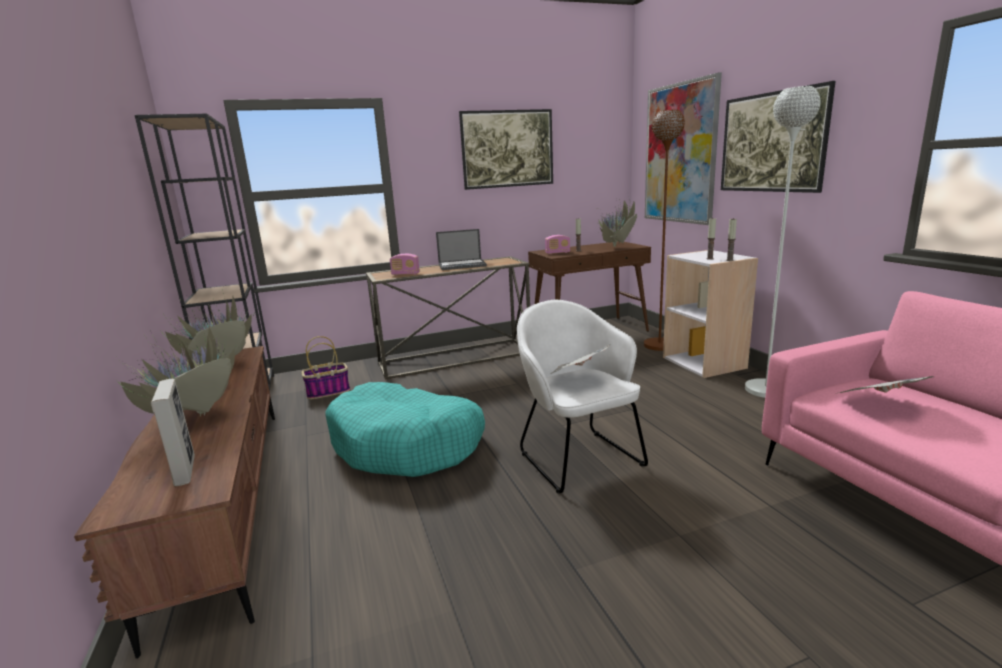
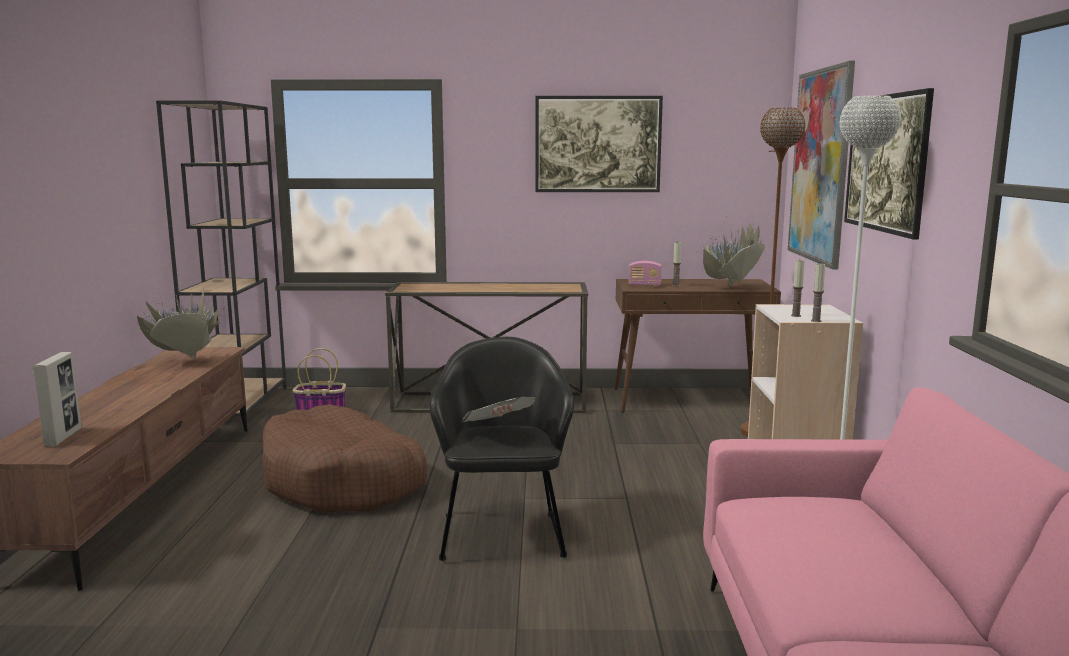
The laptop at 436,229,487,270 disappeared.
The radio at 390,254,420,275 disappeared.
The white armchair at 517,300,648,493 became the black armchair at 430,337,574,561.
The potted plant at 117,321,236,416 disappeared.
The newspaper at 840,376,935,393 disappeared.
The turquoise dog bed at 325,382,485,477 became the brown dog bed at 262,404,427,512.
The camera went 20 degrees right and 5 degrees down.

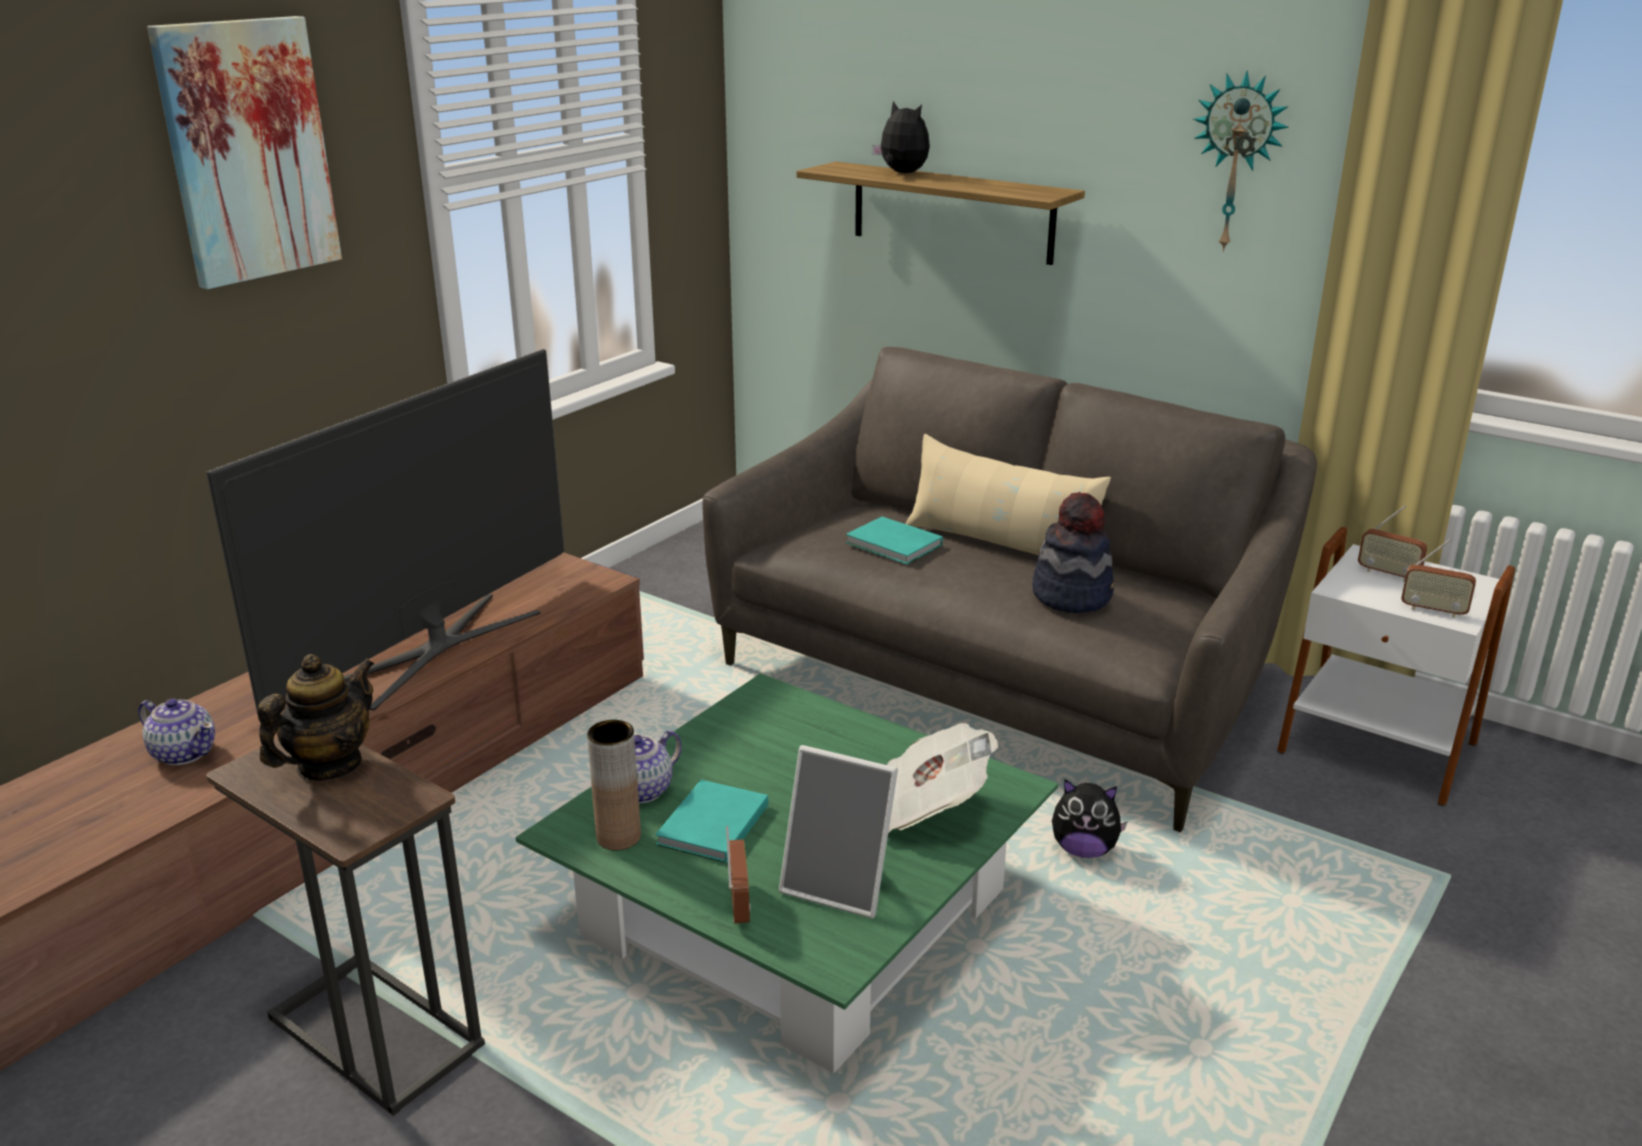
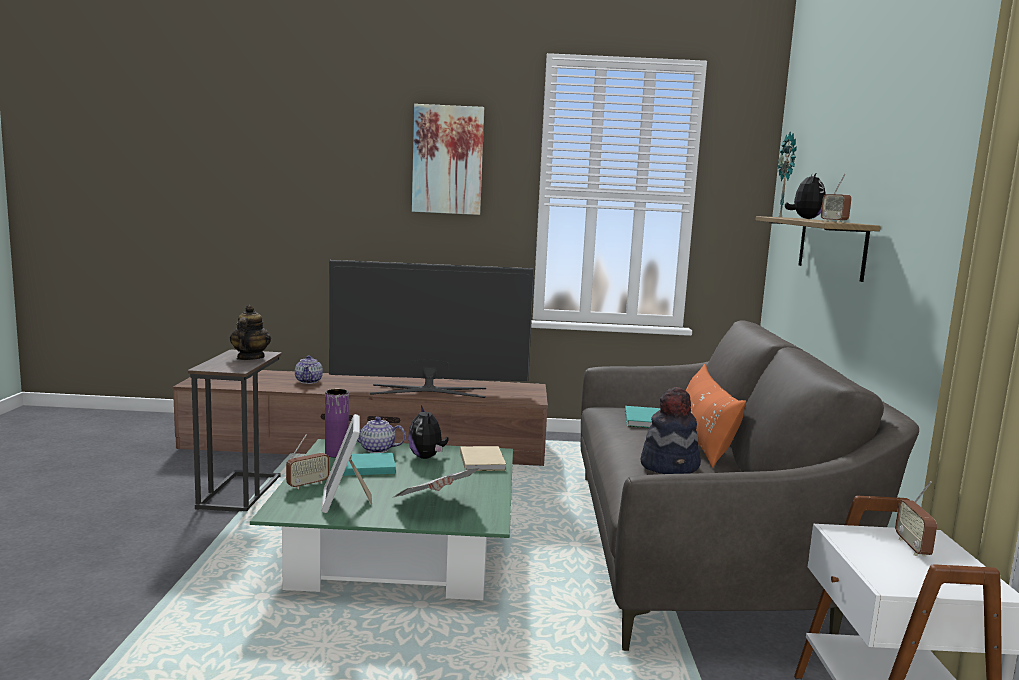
The wall clock moved from 1193,70,1289,252 to 778,132,797,217.
The beige pillow at 905,434,1111,555 became the orange pillow at 686,364,746,468.
The radio moved from 1401,538,1476,618 to 821,174,852,223.
The teapot at 257,654,374,781 turned 90 degrees counterclockwise.
The brown vase at 587,720,641,850 became the purple vase at 325,389,349,458.
The plush toy moved from 1052,779,1128,858 to 408,405,449,459.
The beige book at 460,446,506,471 appeared.
The camera went 55 degrees right and 15 degrees down.

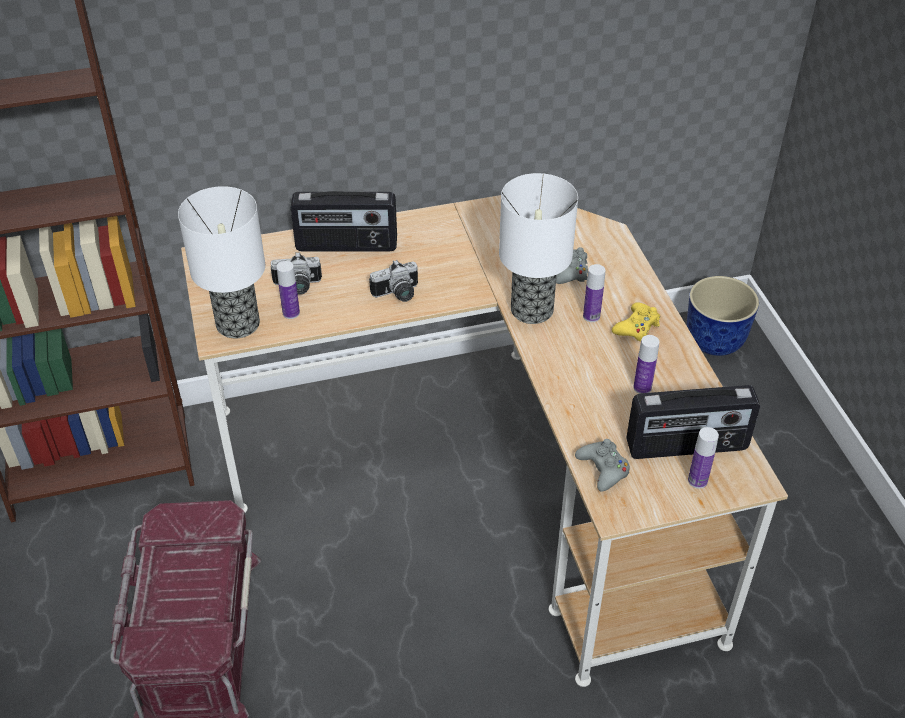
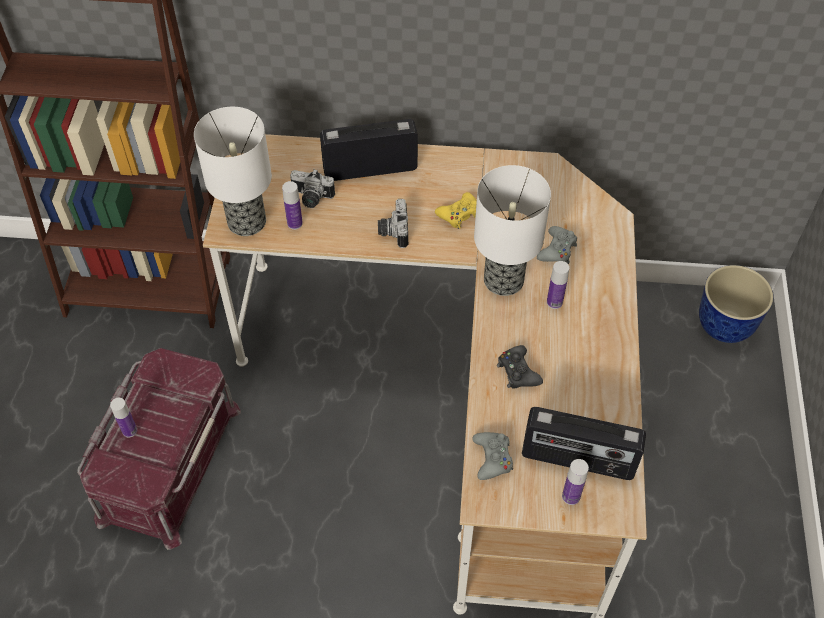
The radio at 290,191,397,251 turned 150 degrees clockwise.
The photo camera at 369,260,418,302 turned 90 degrees clockwise.
The yellow game controller moved from 612,302,660,342 to 435,192,477,229.
The bottle moved from 633,335,659,394 to 110,398,137,437.
The black game controller at 497,345,543,389 appeared.
The camera went 20 degrees right and 10 degrees up.

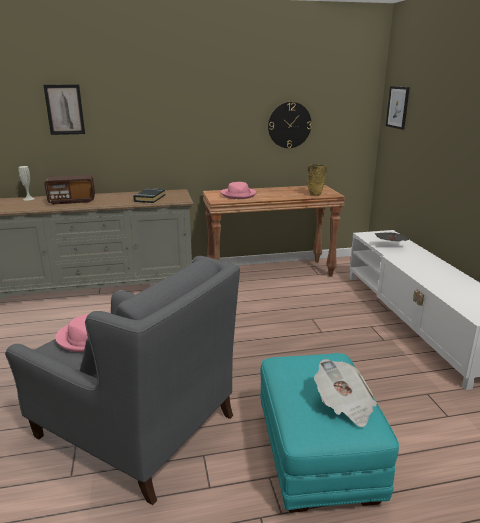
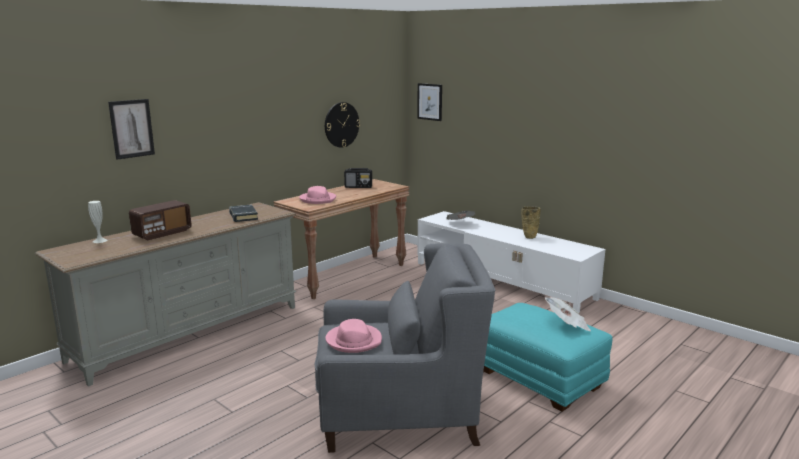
The beige vase moved from 307,164,327,196 to 521,206,541,239.
The radio at 344,168,372,188 appeared.
The camera went 35 degrees left and 5 degrees down.

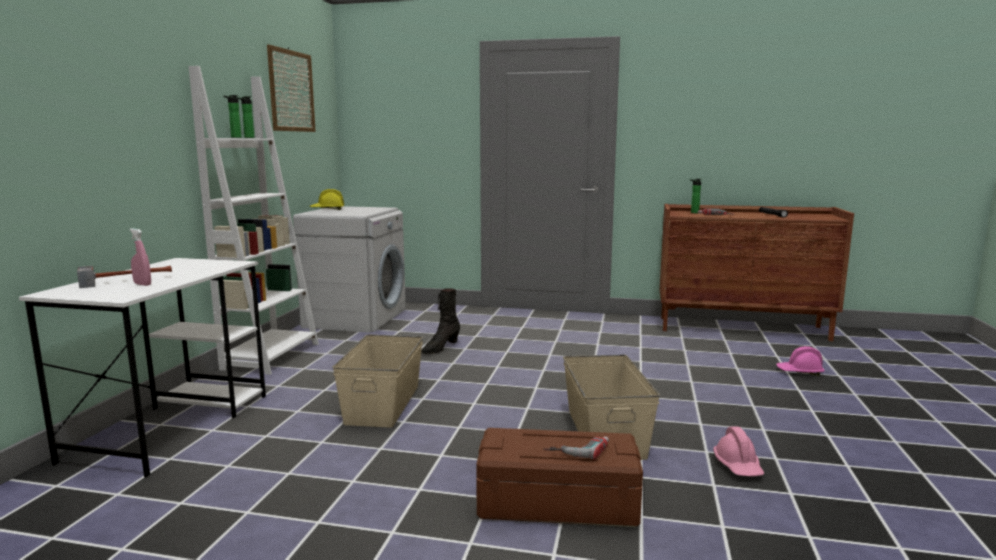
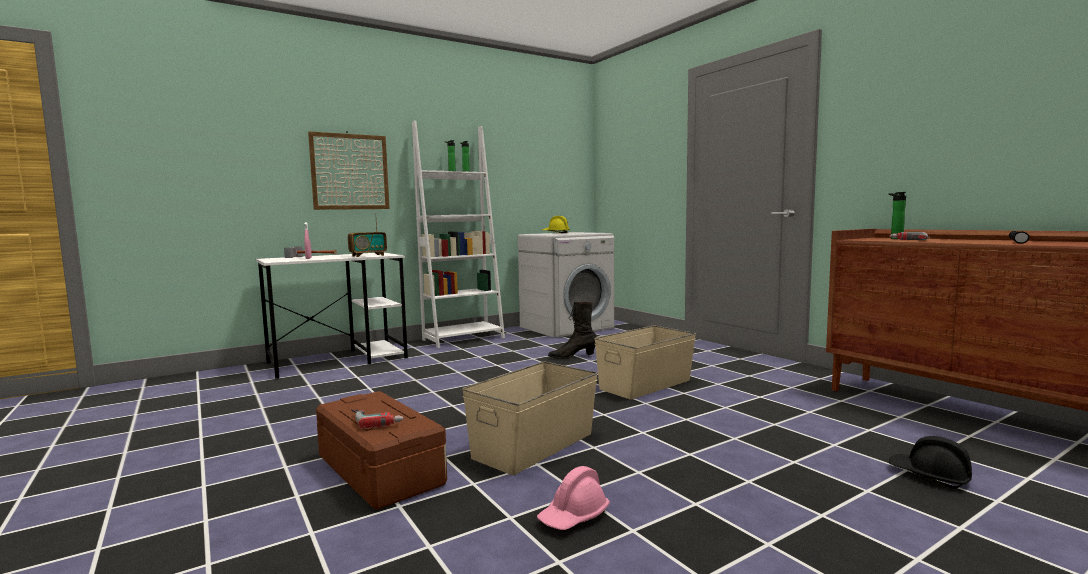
The picture moved from 267,45,316,132 to 308,131,390,210.
The beige storage box moved from 332,335,423,428 to 594,326,696,400.
The pink hard hat at 776,346,825,375 became the black hard hat at 889,436,972,489.
The radio at 348,213,387,257 appeared.
The camera went 45 degrees right and 5 degrees down.

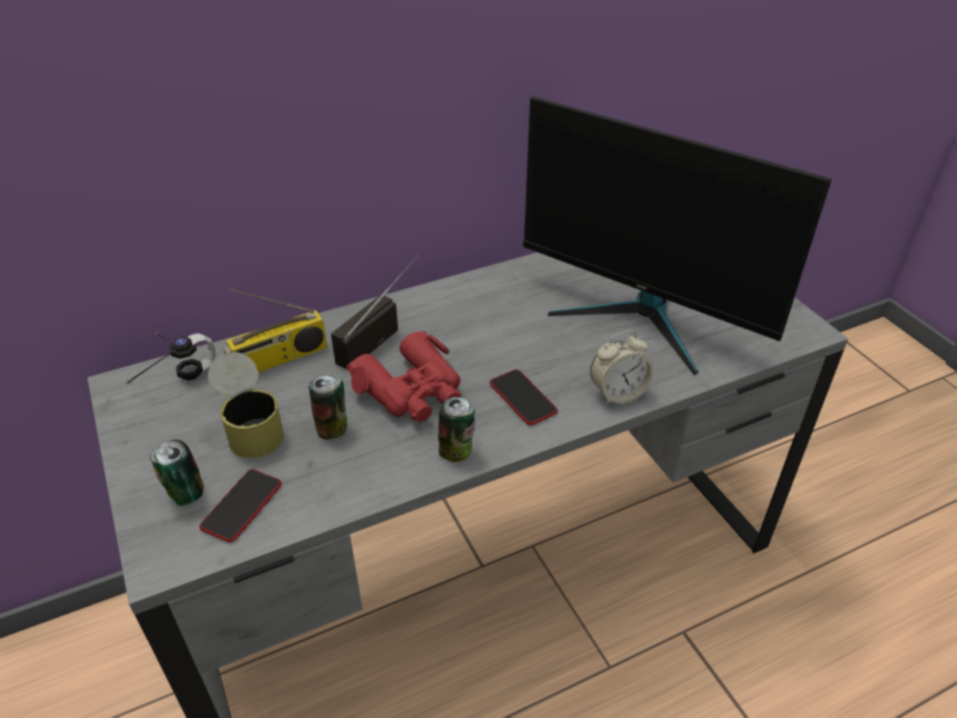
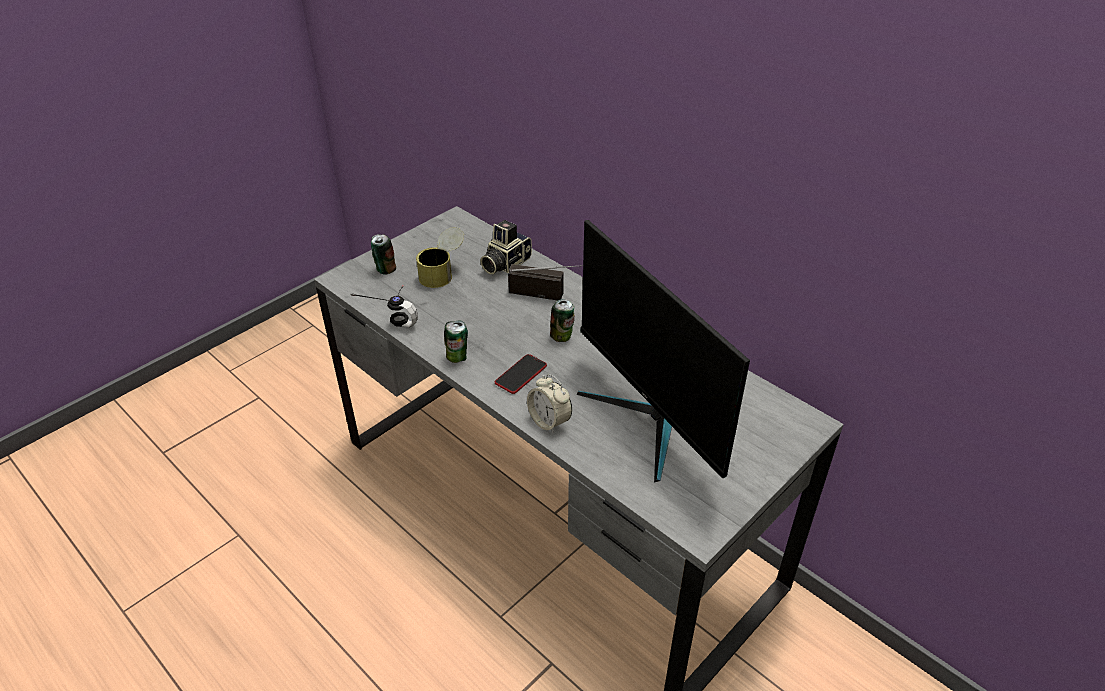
The monitor at 523,97,832,375 turned 45 degrees counterclockwise.
The radio at 223,289,327,373 was replaced by the photo camera at 480,220,532,274.
The red binoculars at 347,331,461,422 disappeared.
The headphones moved from 125,332,216,385 to 351,285,418,327.
The can moved from 308,375,347,440 to 550,299,575,342.
The phone at 200,469,282,542 disappeared.
The camera went 70 degrees right and 0 degrees up.

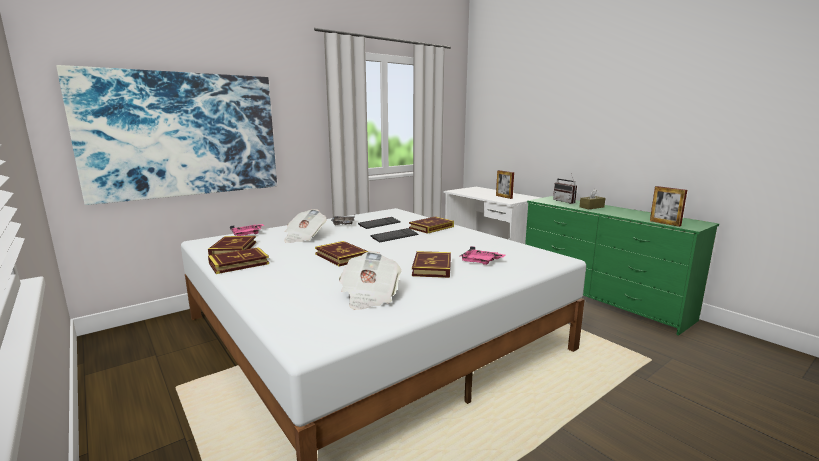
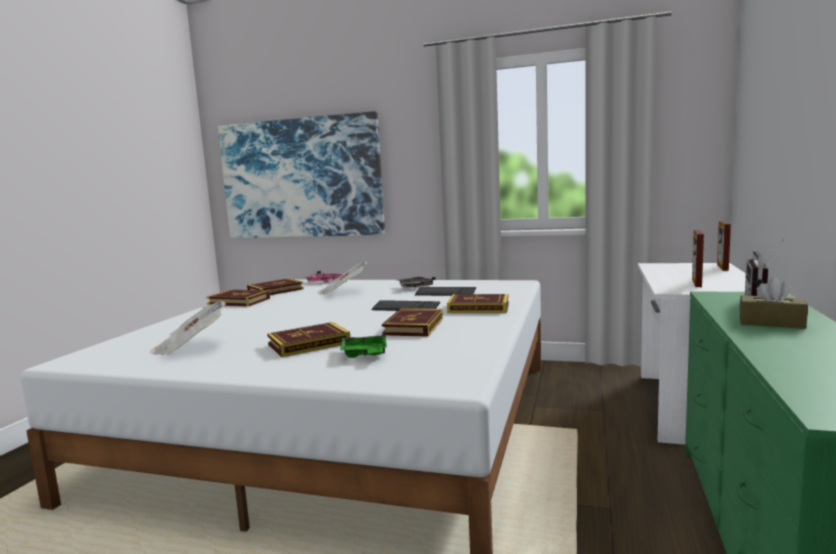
The picture frame moved from 650,186,687,227 to 717,221,731,271.
The book moved from 315,241,369,267 to 382,308,443,337.
The pink tray at 460,246,505,265 became the green tray at 340,332,387,358.
The camera went 55 degrees right and 5 degrees down.

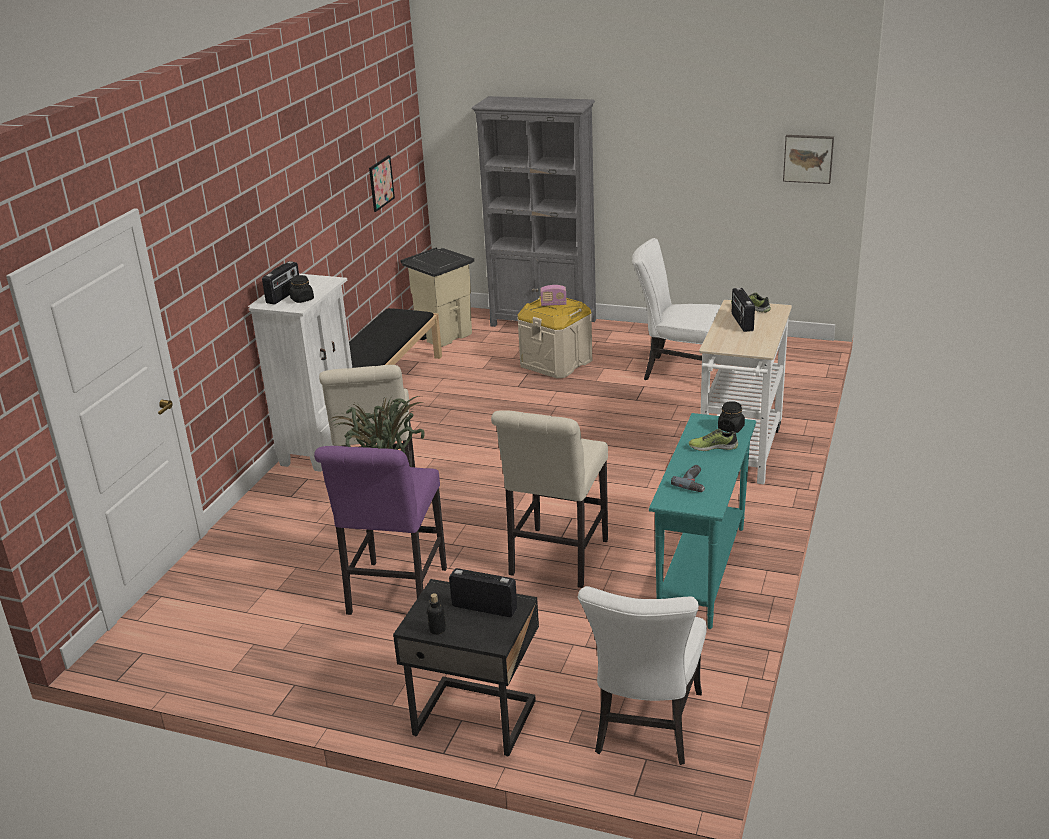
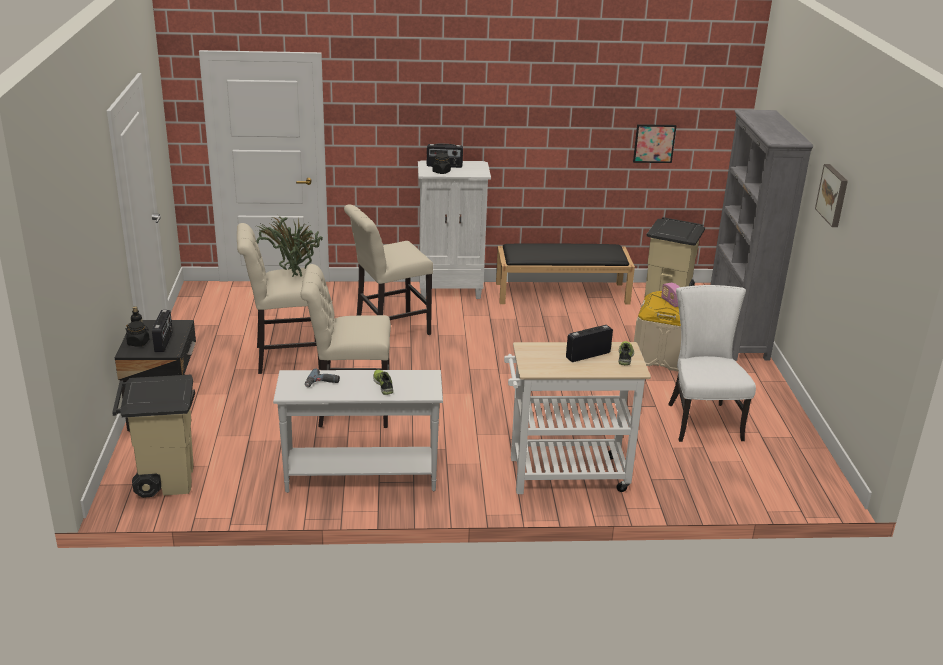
The picture moved from 783,135,834,184 to 815,164,848,227.
The black jar moved from 718,401,745,433 to 125,321,149,347.
The turquoise console table at 649,413,756,629 became the white console table at 273,370,443,493.
The purple stool at 314,446,447,615 became the beige stool at 237,223,321,374.
The white chair at 578,586,707,765 was replaced by the beige trash can at 112,375,194,498.
The camera went 65 degrees right and 0 degrees up.

